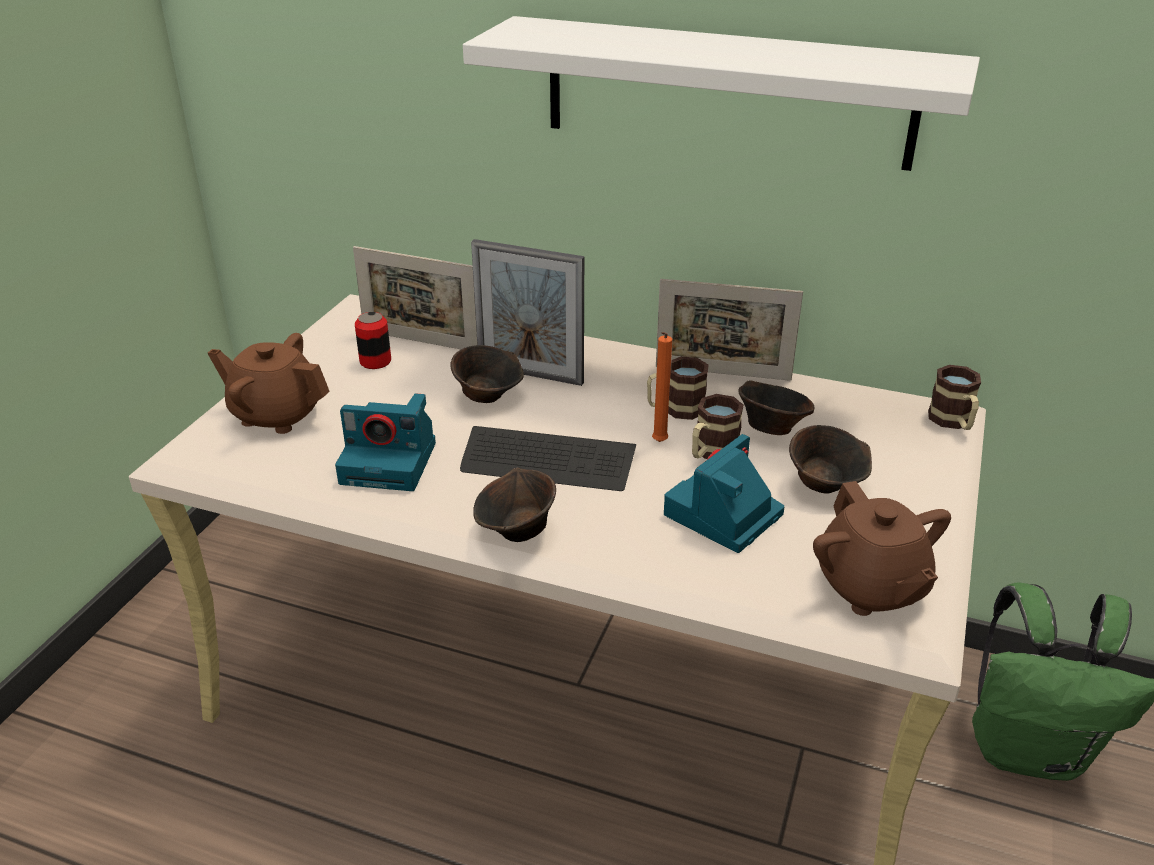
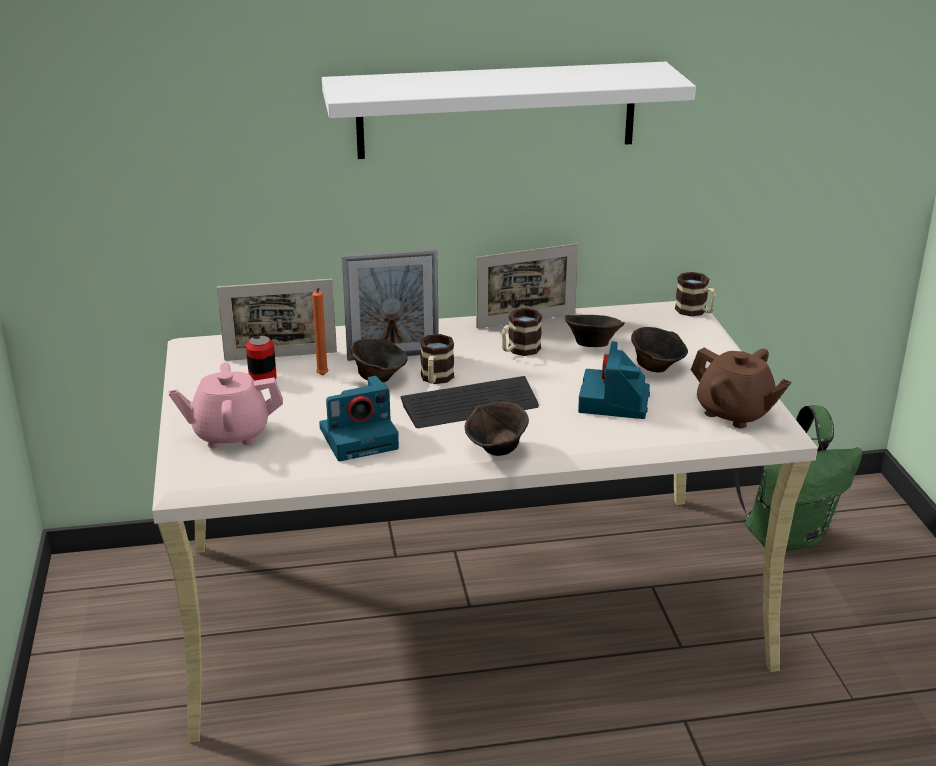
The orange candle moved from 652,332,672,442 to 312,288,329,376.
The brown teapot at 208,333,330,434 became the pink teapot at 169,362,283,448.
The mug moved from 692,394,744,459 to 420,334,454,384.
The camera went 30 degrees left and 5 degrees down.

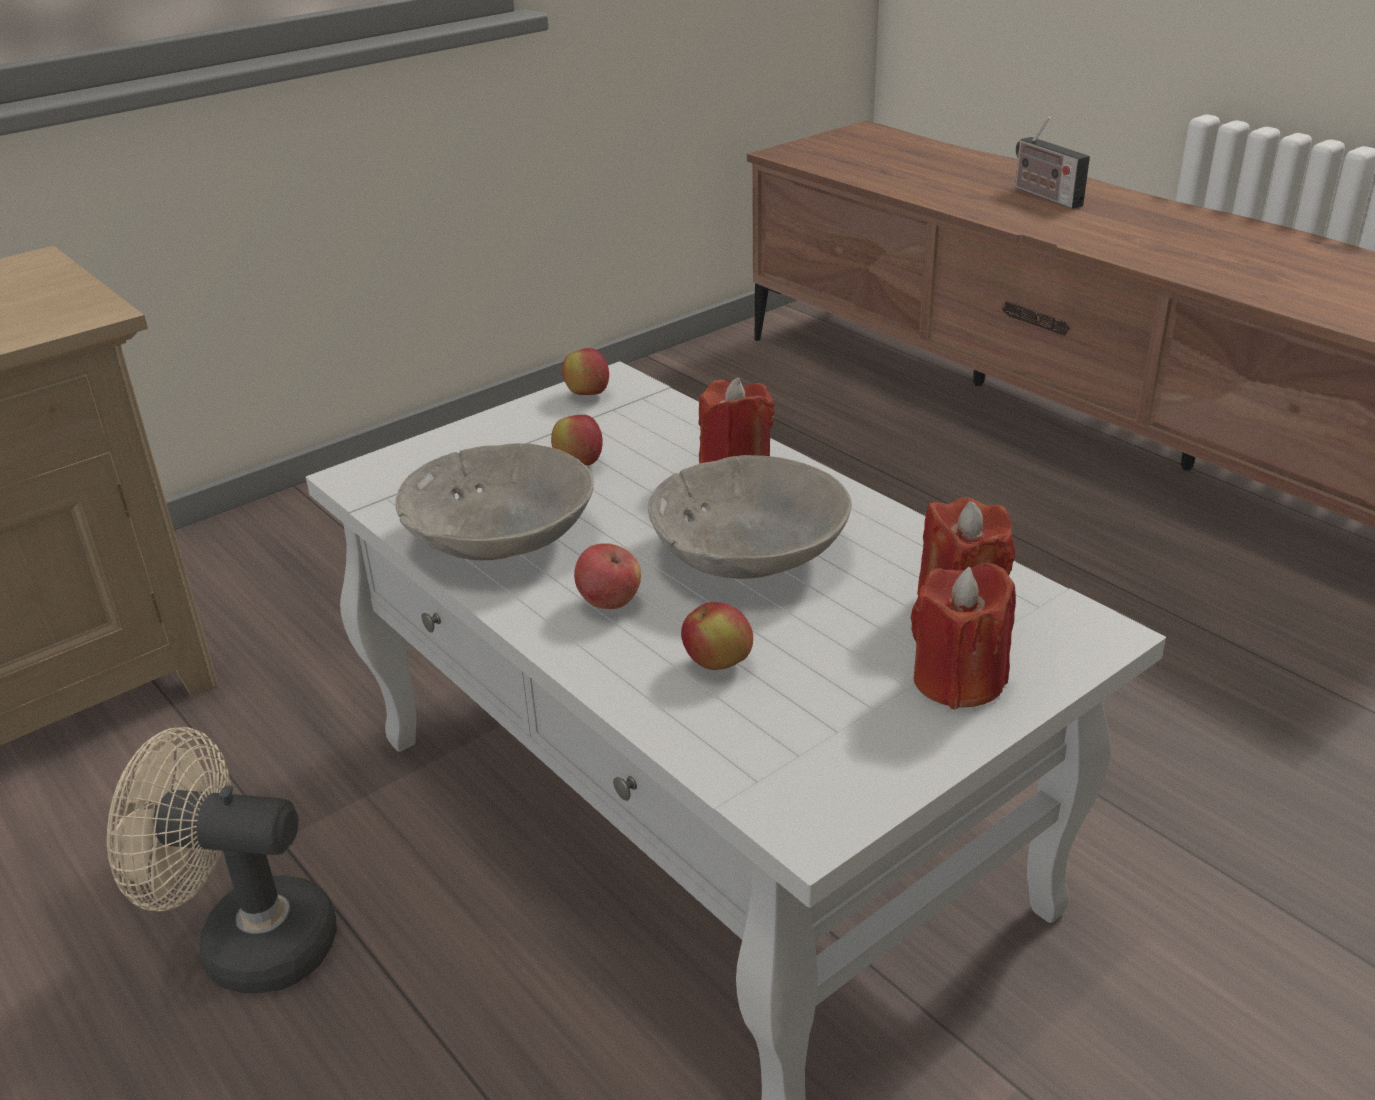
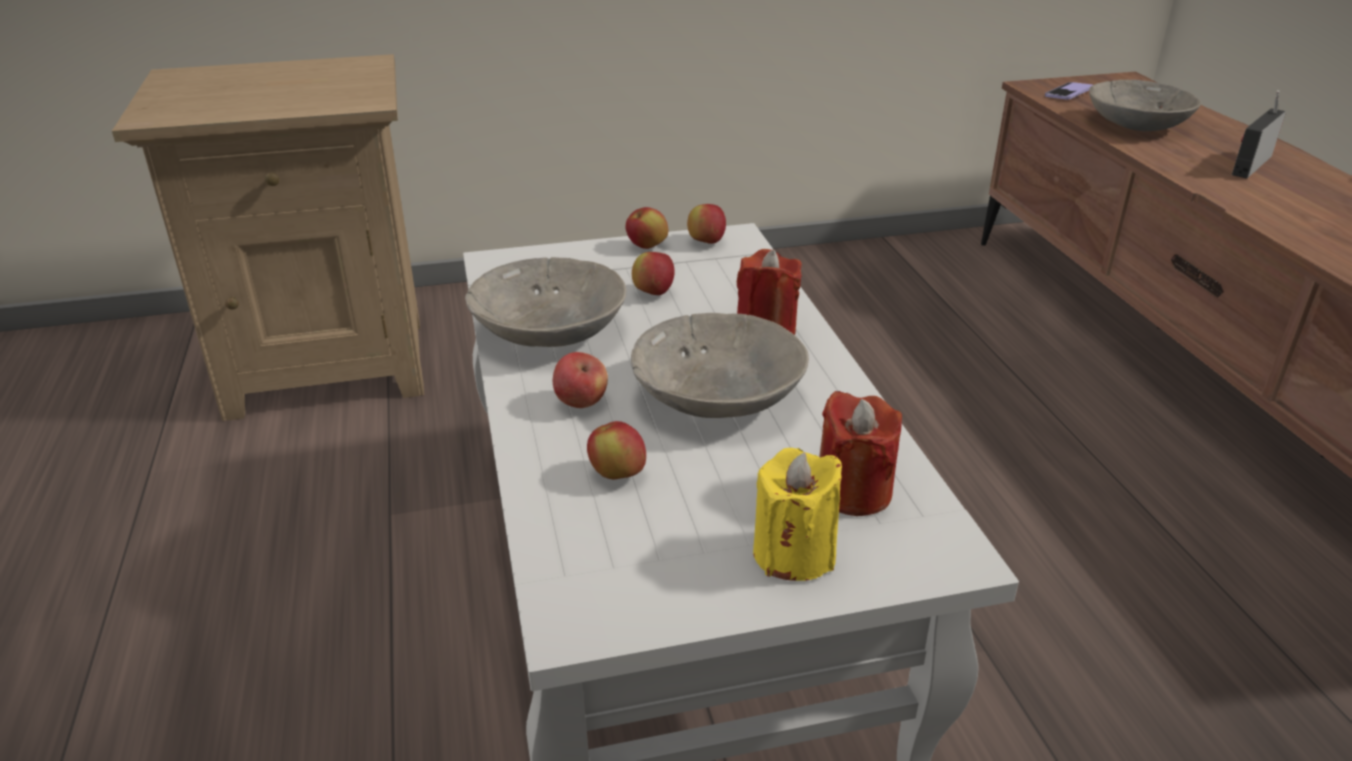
The radio at 1015,117,1090,209 turned 45 degrees clockwise.
The red candle at 911,563,1016,709 became the yellow candle at 753,448,842,581.
The beige fan at 107,727,337,994 disappeared.
The grey bowl at 1089,80,1202,131 appeared.
The phone at 1045,82,1092,100 appeared.
The apple at 625,207,668,249 appeared.
The camera went 25 degrees right and 0 degrees up.

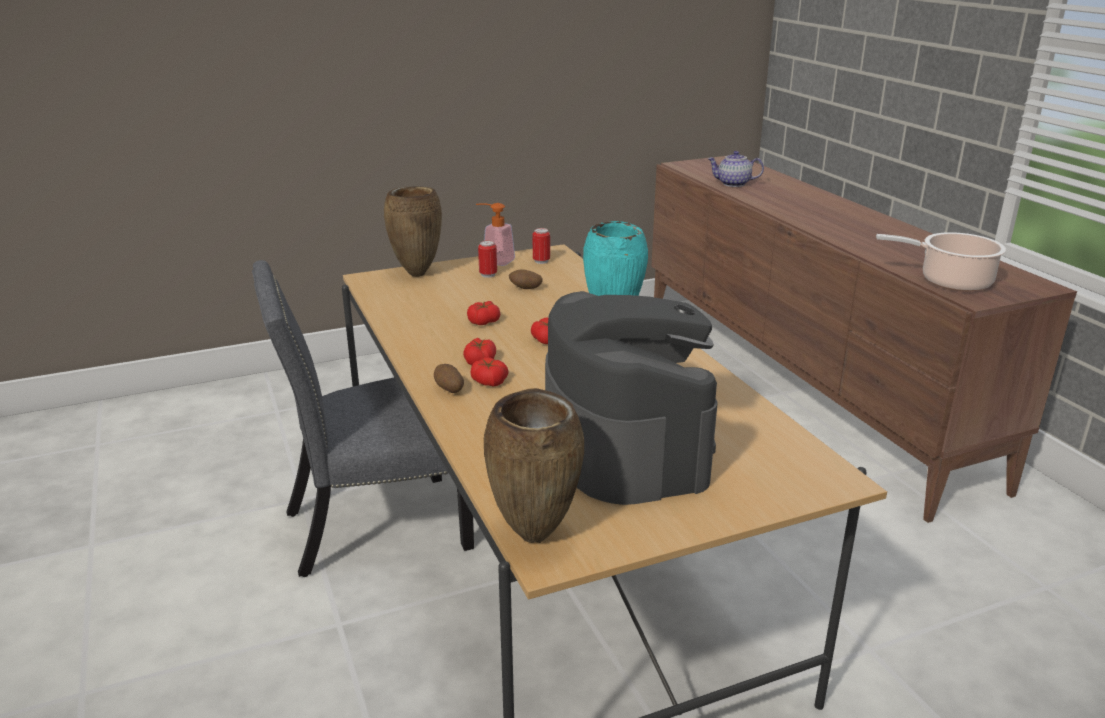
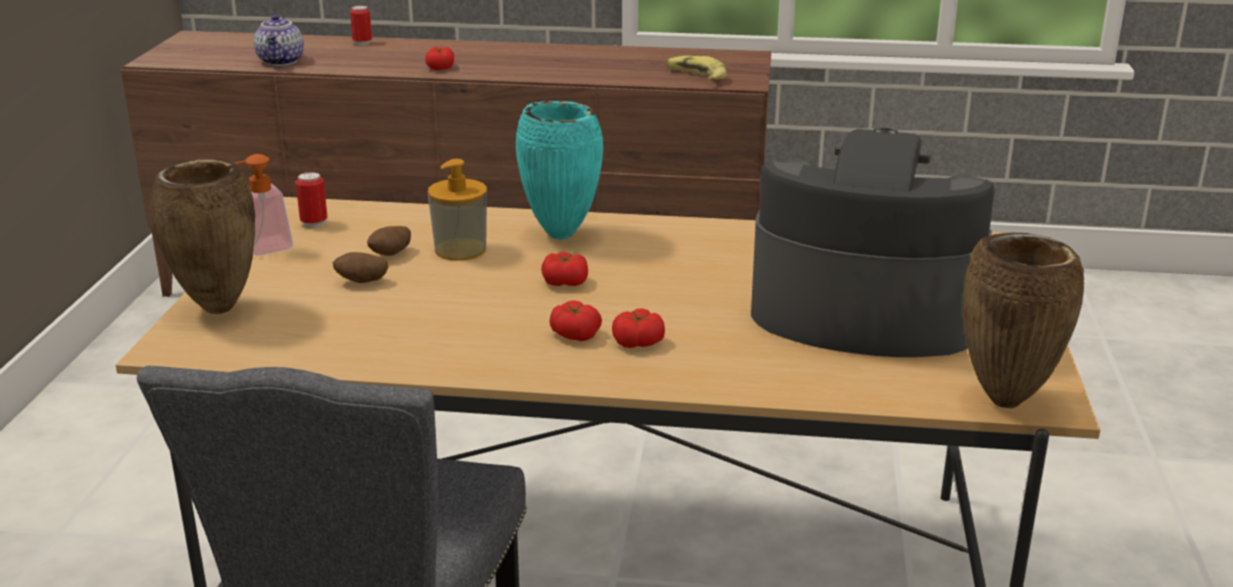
The teapot at 708,151,764,187 turned 45 degrees counterclockwise.
The cooking pot at 876,232,1006,291 was replaced by the banana at 666,56,727,81.
The can moved from 478,240,497,278 to 350,5,372,45.
The tomato moved from 467,301,500,325 to 425,46,454,70.
The potato moved from 434,364,464,393 to 333,252,388,283.
The soap dispenser at 428,159,487,261 appeared.
The camera went 60 degrees left and 0 degrees up.

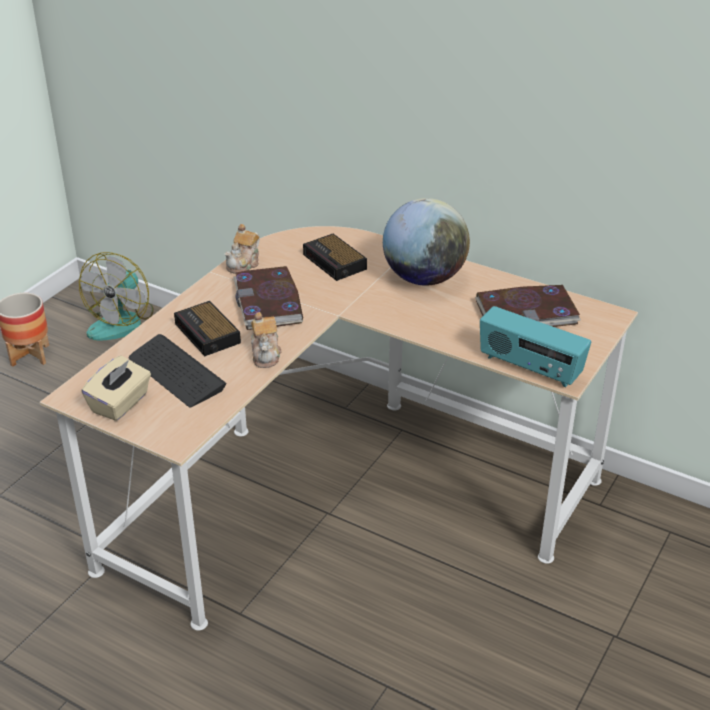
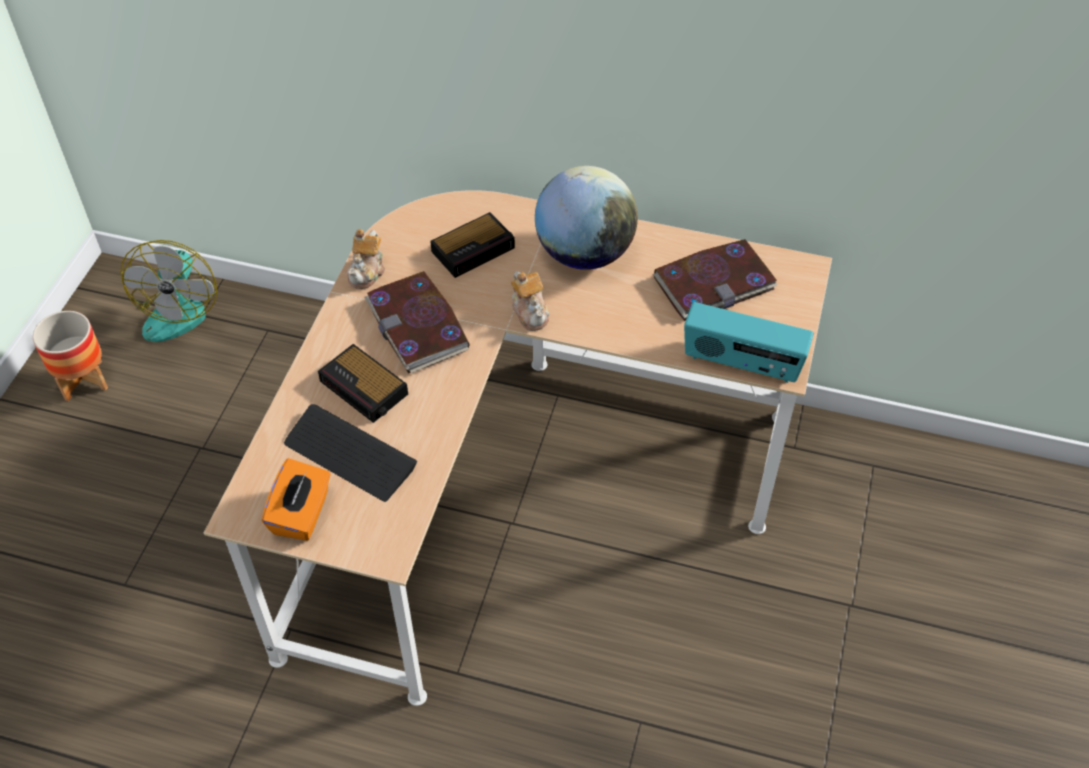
The alarm clock at 303,234,367,281 turned 75 degrees counterclockwise.
The teapot moved from 251,312,281,368 to 511,271,550,331.
The beige tissue box at 81,356,151,421 became the orange tissue box at 262,458,331,541.
The camera went 15 degrees left and 15 degrees up.

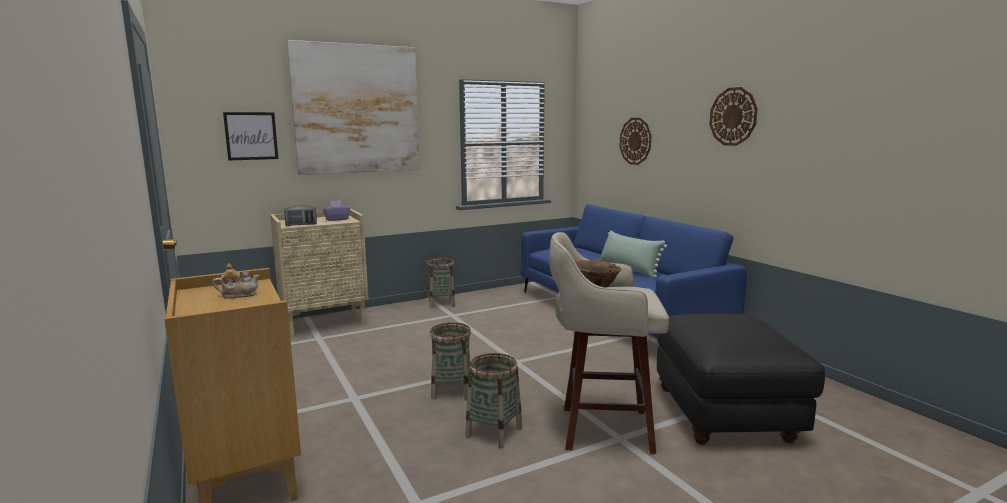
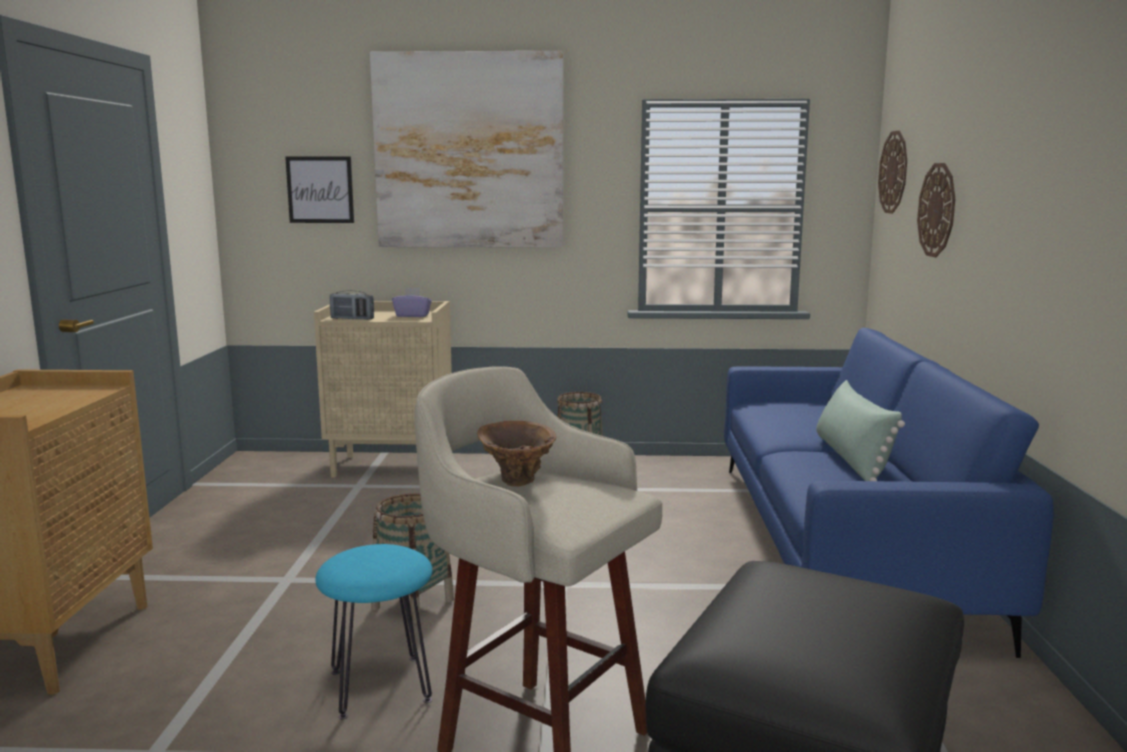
The wall clock moved from 709,87,758,146 to 878,131,907,214.
The teapot at 213,263,260,299 disappeared.
The basket at 465,353,522,448 was replaced by the turquoise stool at 315,544,432,719.
The camera went 30 degrees right and 0 degrees up.

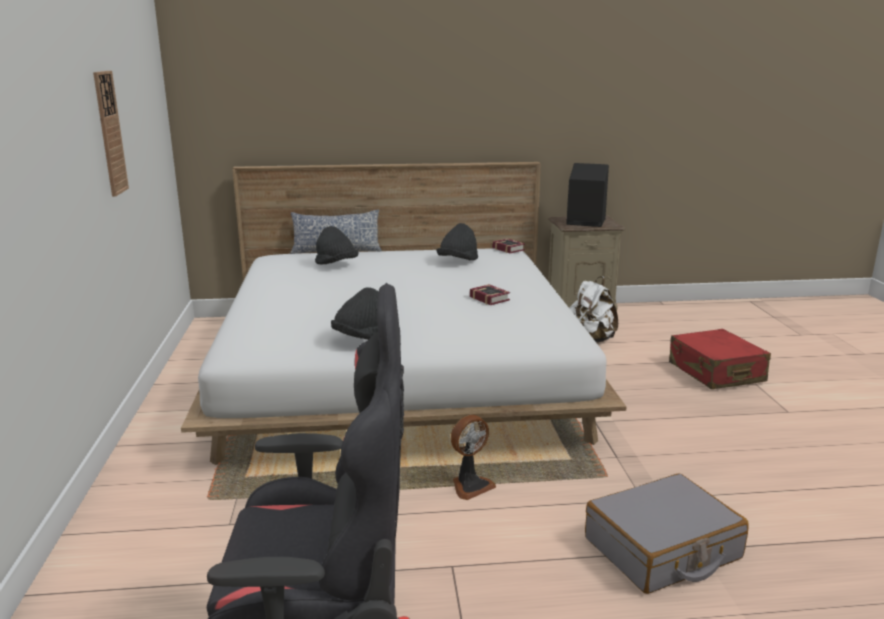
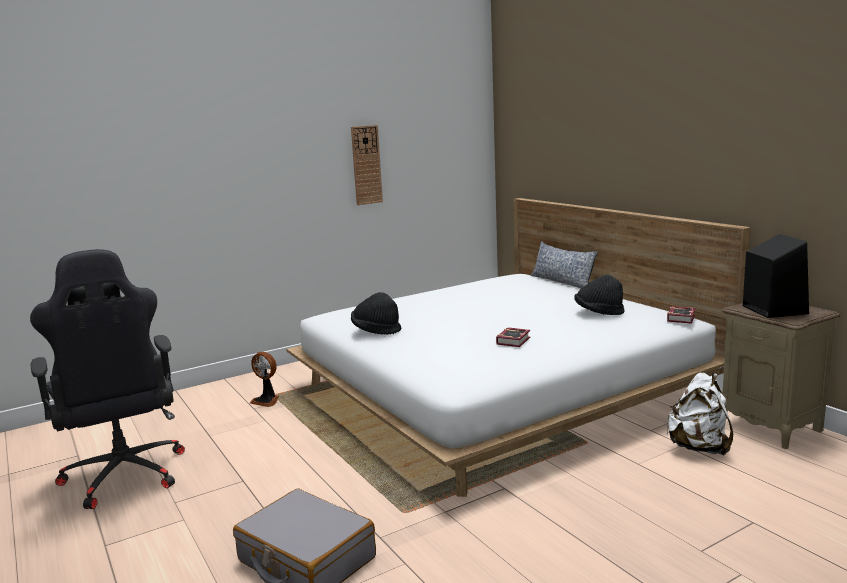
The black hat at 315,226,359,265 disappeared.
The red suitcase at 669,329,771,389 disappeared.
The fan moved from 451,415,496,500 to 250,352,279,407.
The camera went 65 degrees right and 5 degrees down.

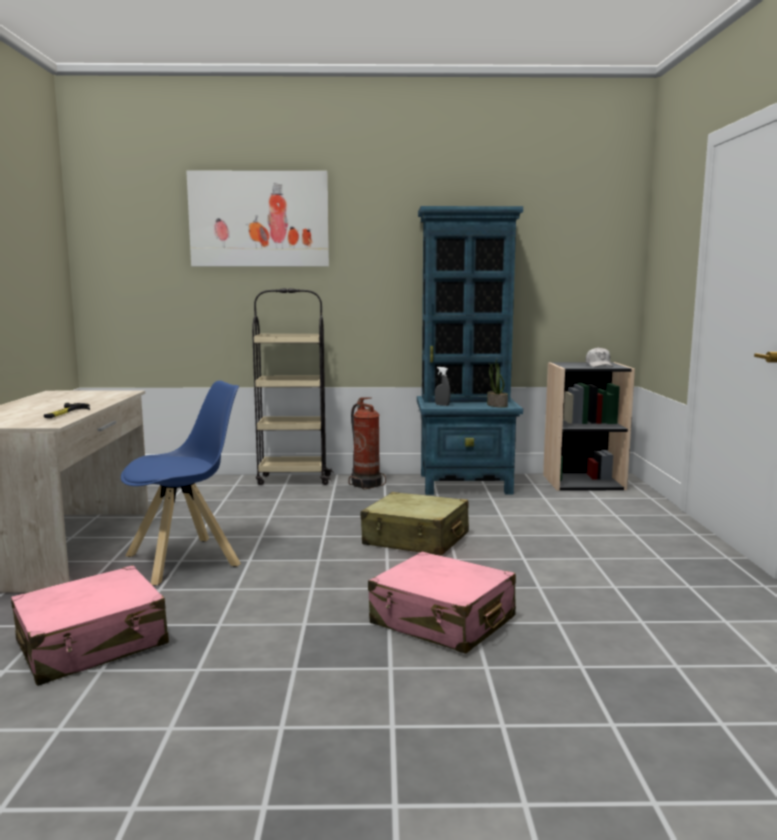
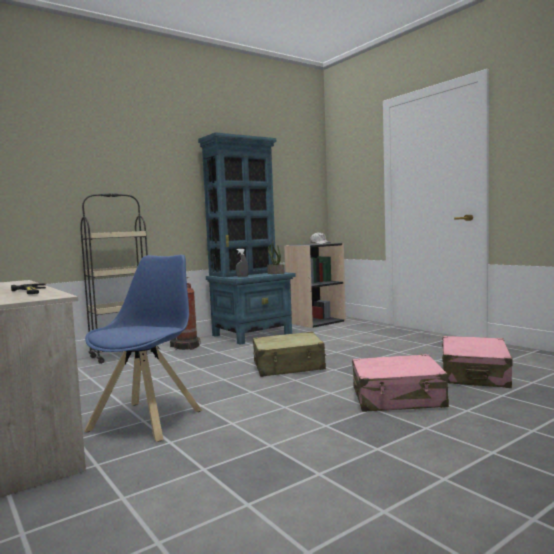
The picture at 186,171,329,267 disappeared.
The pink suitcase moved from 11,565,169,686 to 442,336,513,388.
The camera went 35 degrees left and 5 degrees down.

